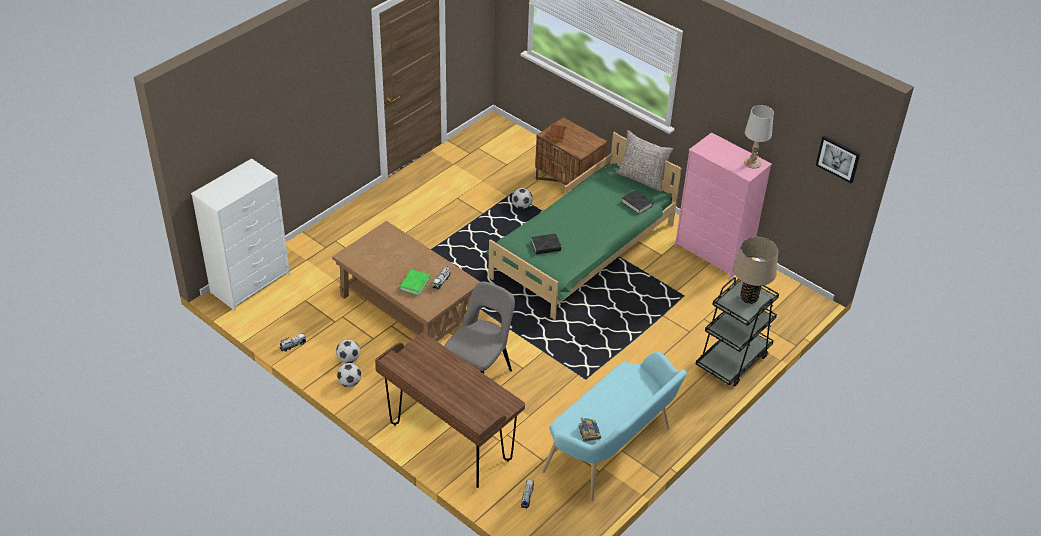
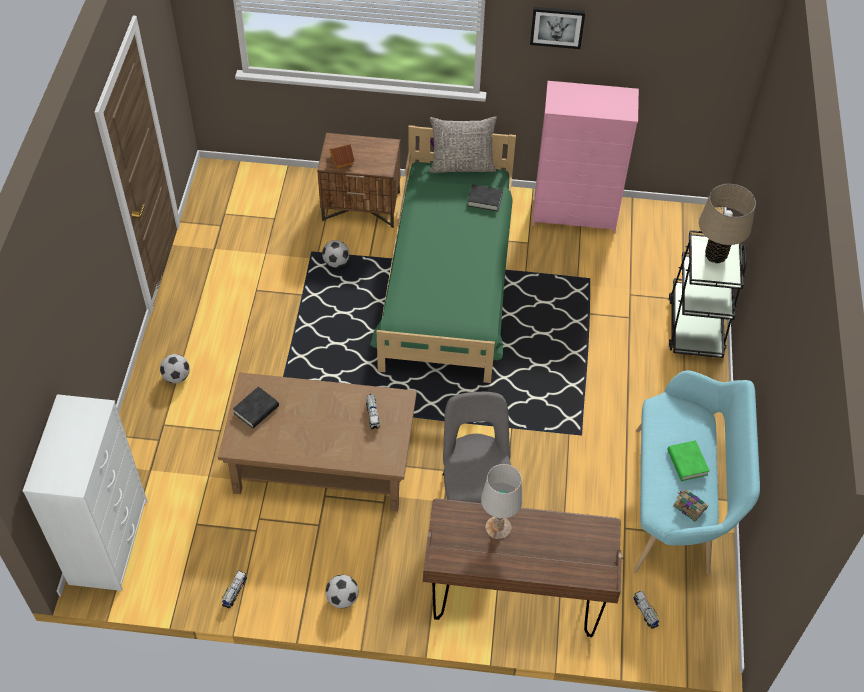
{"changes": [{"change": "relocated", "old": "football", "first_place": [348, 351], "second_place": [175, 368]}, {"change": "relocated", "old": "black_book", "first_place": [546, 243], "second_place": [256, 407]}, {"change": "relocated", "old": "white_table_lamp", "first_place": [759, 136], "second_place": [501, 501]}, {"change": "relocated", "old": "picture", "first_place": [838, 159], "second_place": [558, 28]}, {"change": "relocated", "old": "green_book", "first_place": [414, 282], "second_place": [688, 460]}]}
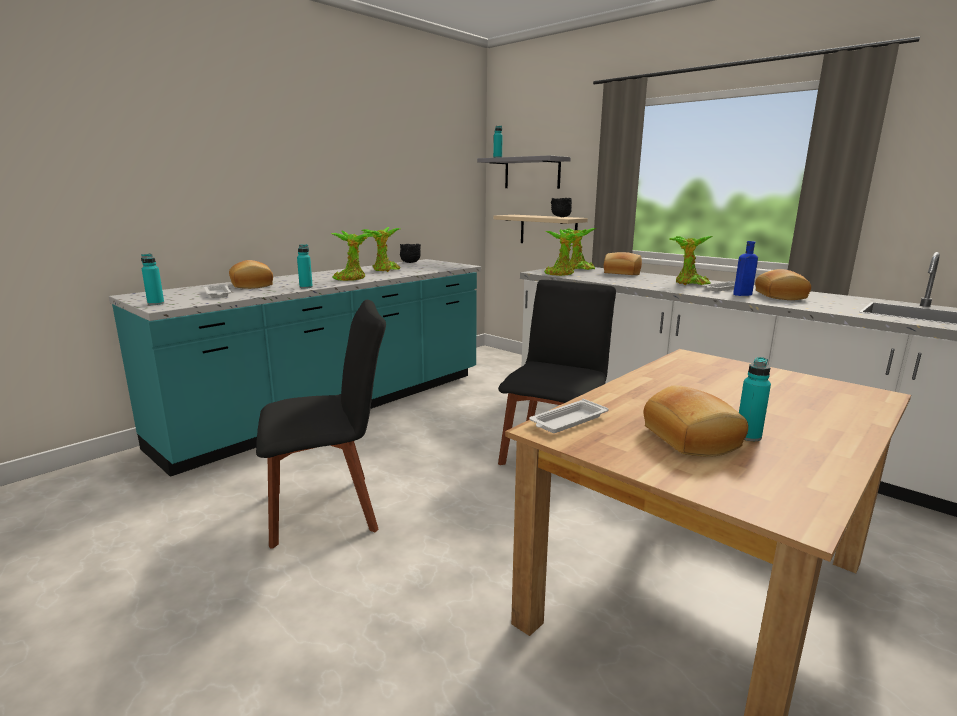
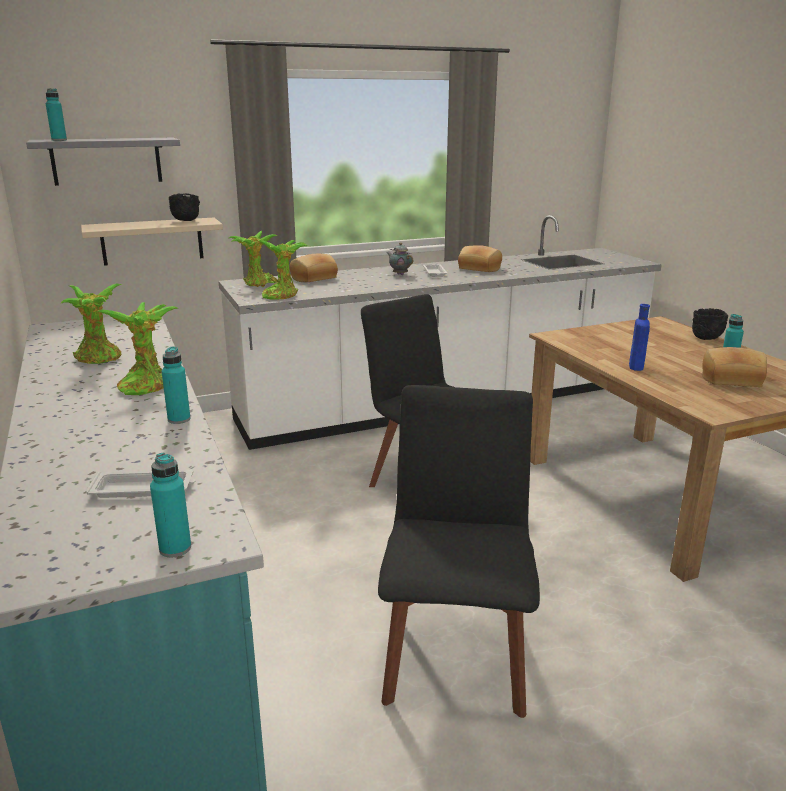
{"changes": [{"change": "exchanged", "old": "potted_plant", "new": "teapot", "first_place": [691, 260], "second_place": [400, 259]}, {"change": "relocated", "old": "blue_bottle", "first_place": [745, 268], "second_place": [639, 337]}, {"change": "relocated", "old": "black_bowl", "first_place": [410, 253], "second_place": [710, 324]}, {"change": "missing", "old": "bread", "first_place": [251, 274]}, {"change": "missing", "old": "white_tray", "first_place": [569, 416]}]}
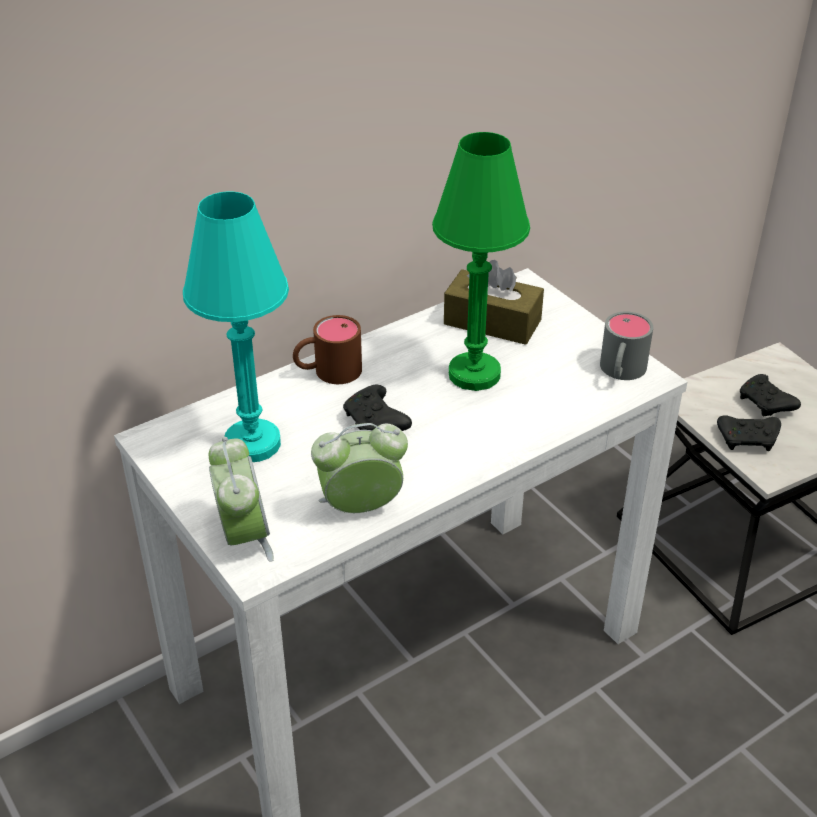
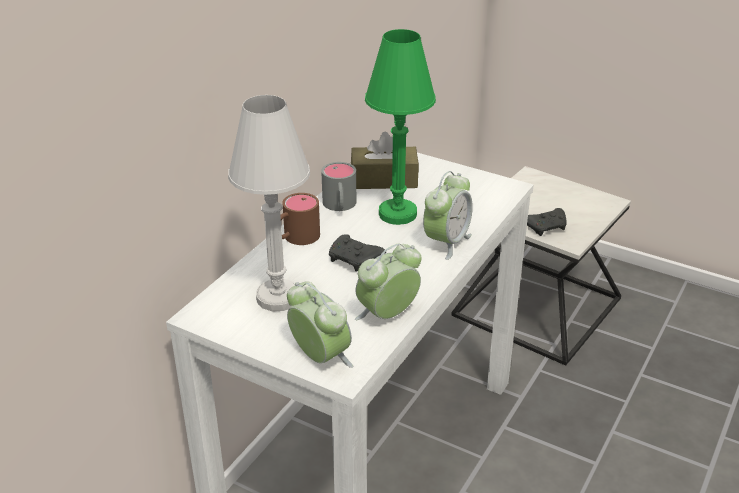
{"changes": [{"change": "colour", "old": "turquoise_table_lamp", "new": "white_table_lamp", "first_place": [236, 326], "second_place": [269, 203]}, {"change": "relocated", "old": "grey_mug", "first_place": [626, 345], "second_place": [338, 186]}, {"change": "appeared", "new": "alarm_clock", "second_place": [448, 215]}, {"change": "missing", "old": "black_game_controller", "first_place": [770, 395]}]}
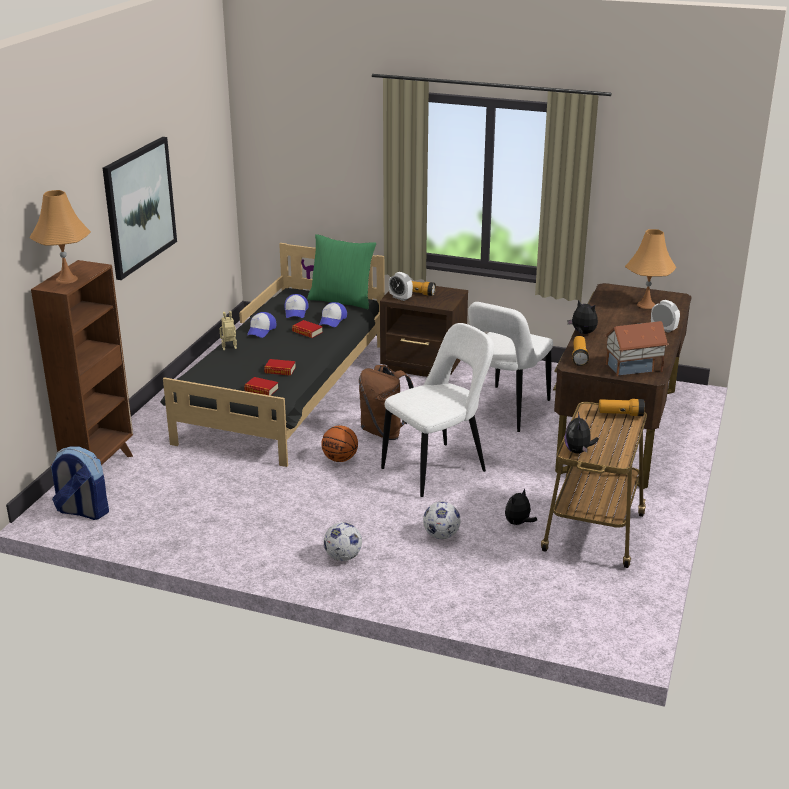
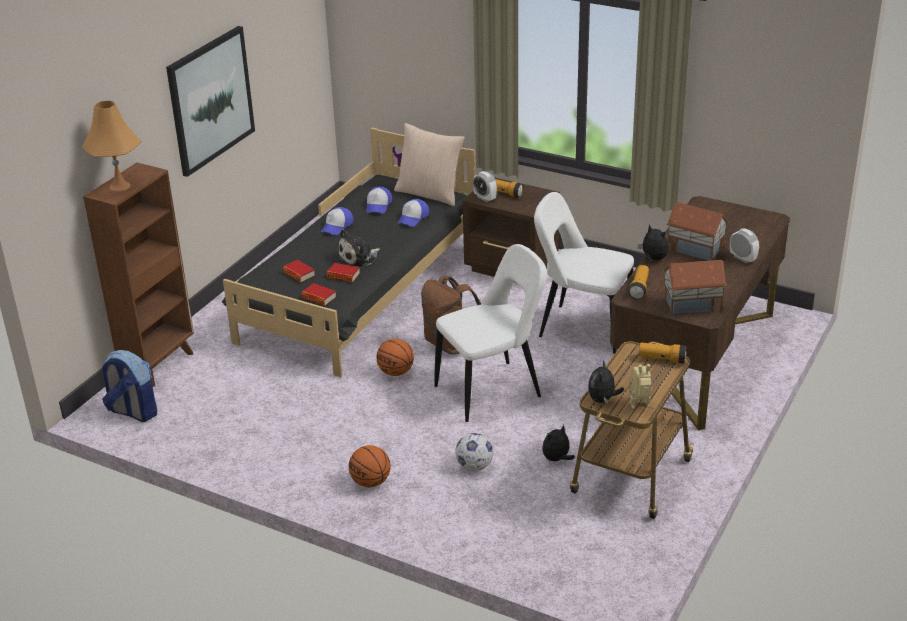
{"changes": [{"change": "relocated", "old": "book", "first_place": [307, 329], "second_place": [298, 271]}, {"change": "appeared", "new": "plush_toy", "second_place": [358, 248]}, {"change": "exchanged", "old": "football", "new": "basketball", "first_place": [343, 541], "second_place": [369, 466]}, {"change": "colour", "old": "green_pillow", "new": "beige_pillow", "first_place": [341, 271], "second_place": [429, 164]}, {"change": "spun", "old": "white_chair", "first_place": [510, 367], "second_place": [584, 273], "degrees": 75}, {"change": "relocated", "old": "toy_robot", "first_place": [228, 330], "second_place": [640, 386]}, {"change": "appeared", "new": "toy_house", "second_place": [697, 231]}, {"change": "missing", "old": "orange_table_lamp", "first_place": [650, 269]}]}
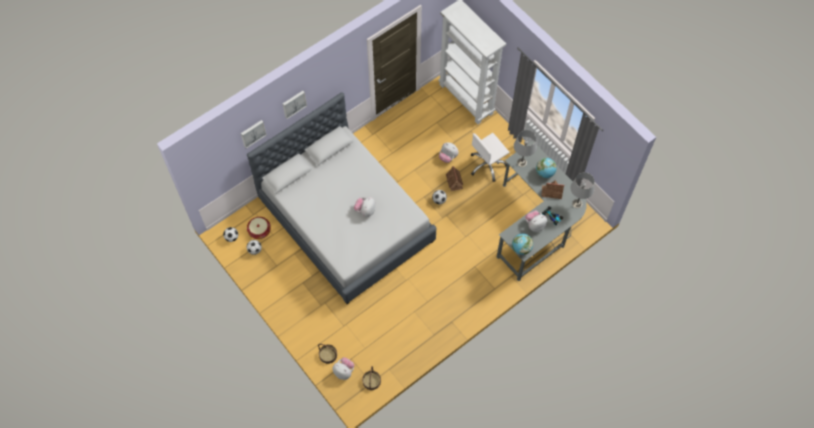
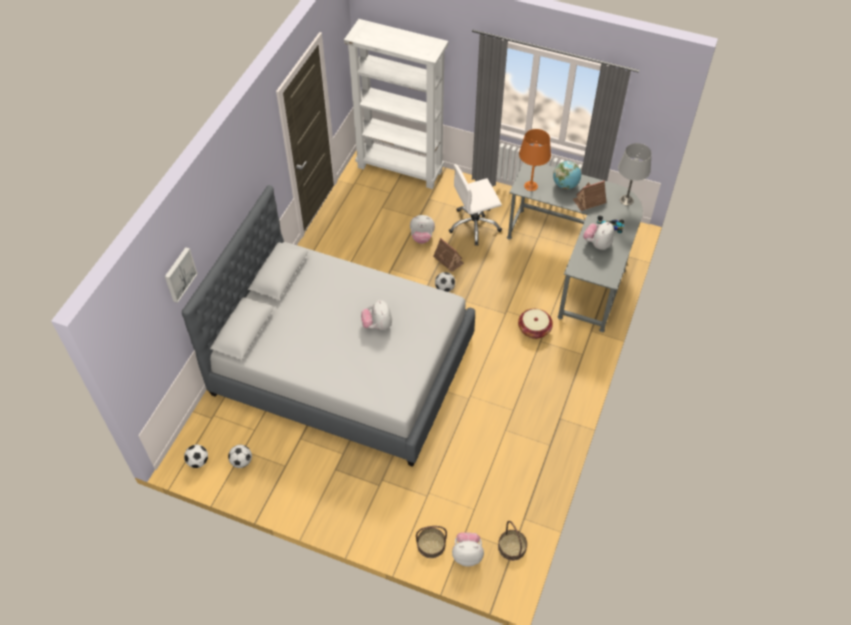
{"changes": [{"change": "spun", "old": "white_office_chair", "first_place": [490, 157], "second_place": [475, 205], "degrees": 45}, {"change": "relocated", "old": "basket", "first_place": [259, 228], "second_place": [535, 324]}, {"change": "colour", "old": "grey_table_lamp", "new": "orange_table_lamp", "first_place": [525, 148], "second_place": [535, 160]}, {"change": "missing", "old": "picture", "first_place": [295, 105]}, {"change": "missing", "old": "globe", "first_place": [522, 244]}]}
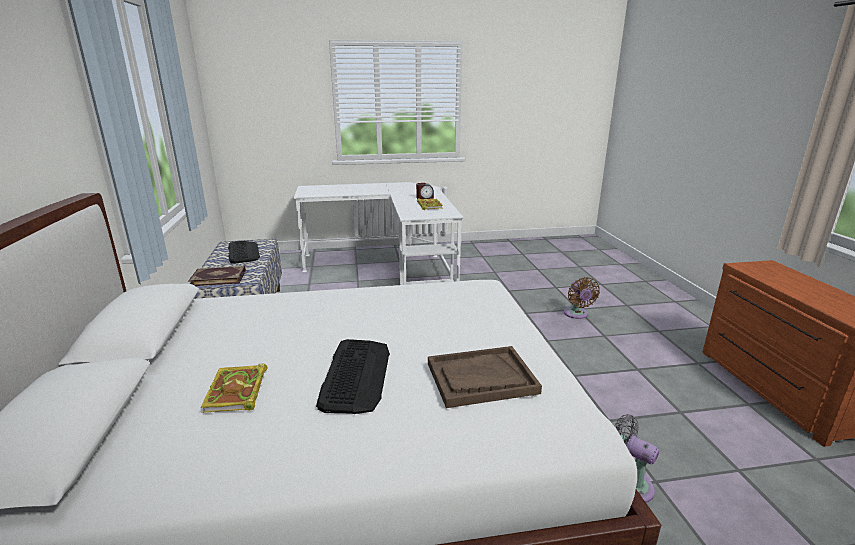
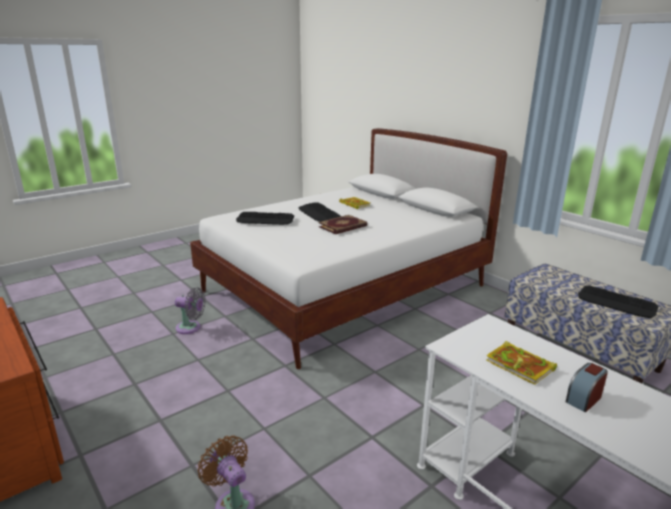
{"changes": [{"change": "exchanged", "old": "brown_tray", "new": "keyboard", "first_place": [485, 377], "second_place": [265, 218]}, {"change": "relocated", "old": "book", "first_place": [217, 276], "second_place": [342, 224]}]}
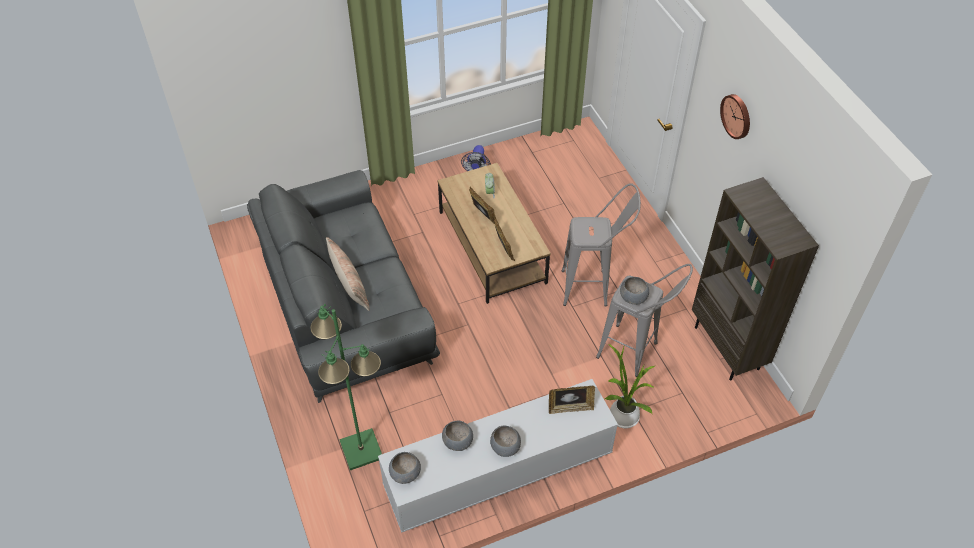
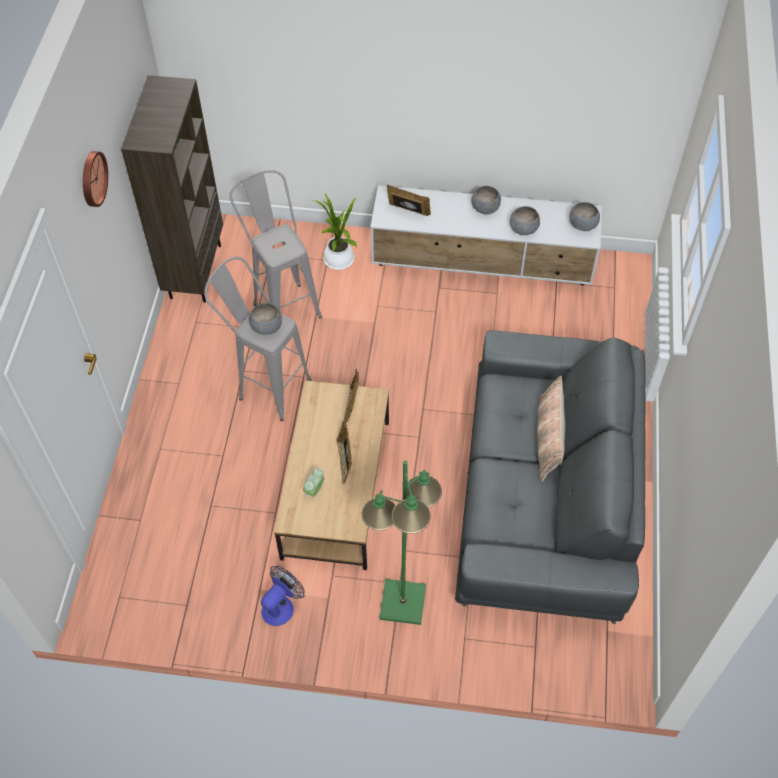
{"changes": [{"change": "relocated", "old": "grey_bowl", "first_place": [634, 291], "second_place": [265, 318]}, {"change": "relocated", "old": "green_floor_lamp", "first_place": [346, 387], "second_place": [401, 542]}]}
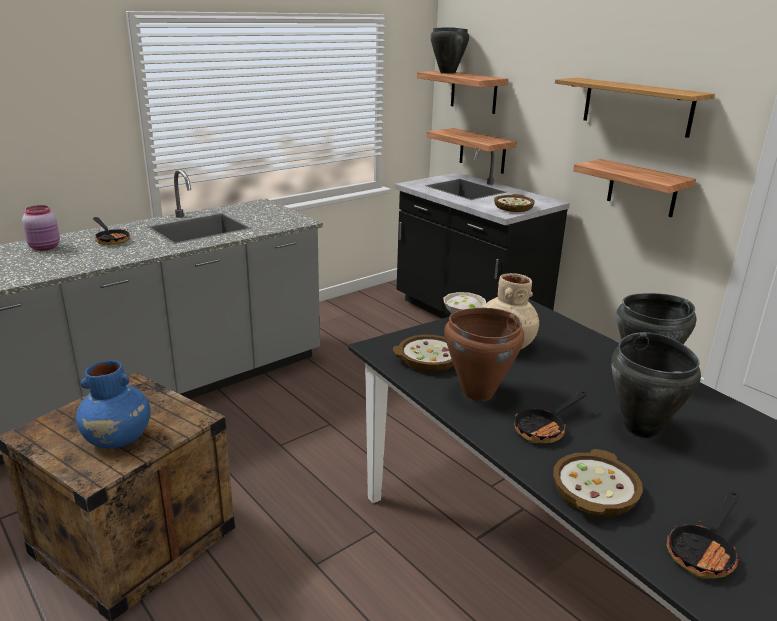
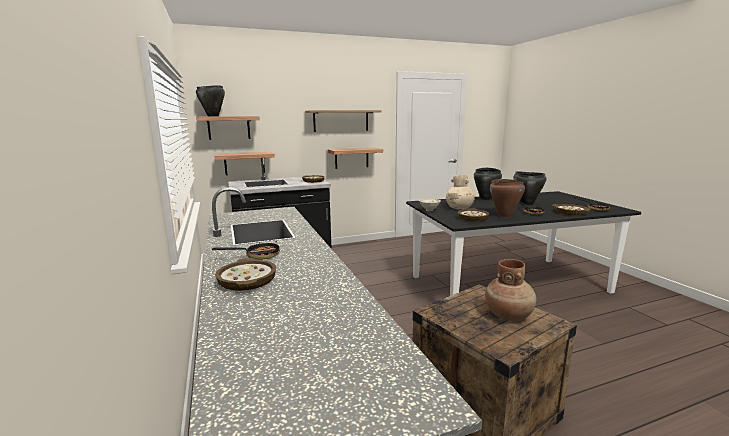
{"changes": [{"change": "exchanged", "old": "pink_jar", "new": "bowl", "first_place": [41, 228], "second_place": [245, 274]}, {"change": "colour", "old": "blue_vase", "new": "brown_vase", "first_place": [113, 404], "second_place": [510, 290]}]}
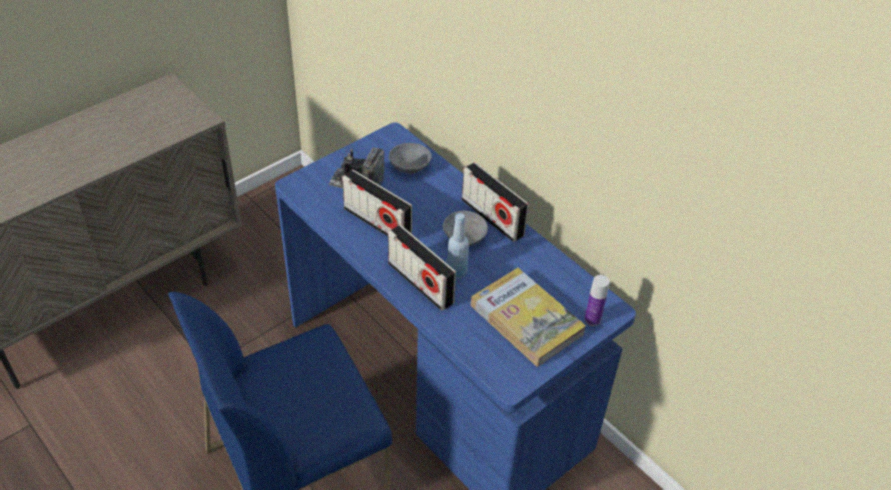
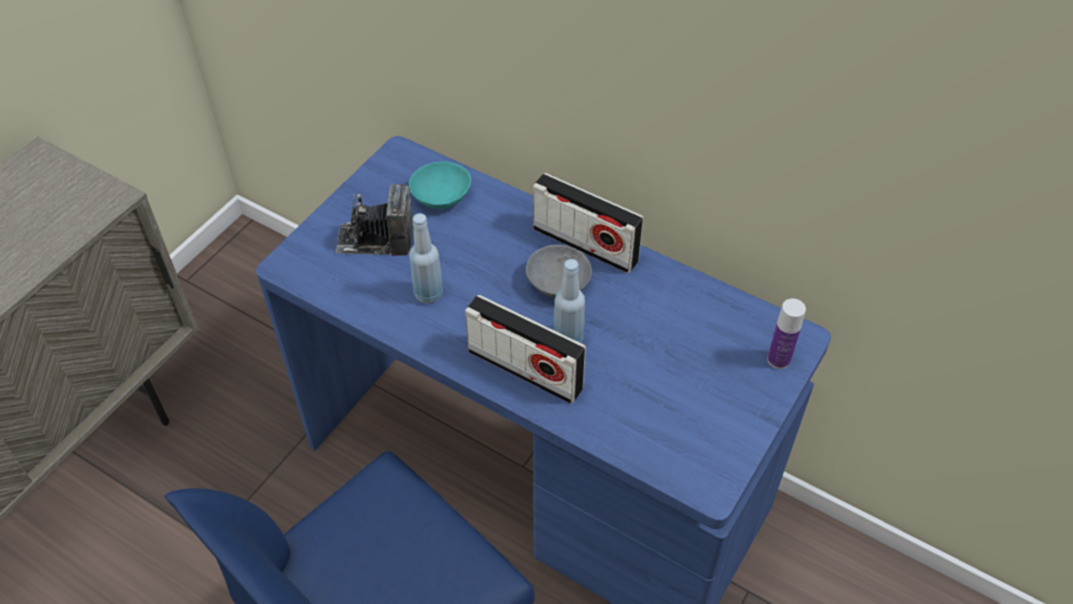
{"changes": [{"change": "colour", "old": "grey_bowl", "new": "turquoise_bowl", "first_place": [410, 158], "second_place": [440, 185]}, {"change": "exchanged", "old": "radio", "new": "blue_bottle", "first_place": [377, 203], "second_place": [426, 258]}, {"change": "missing", "old": "book", "first_place": [528, 317]}]}
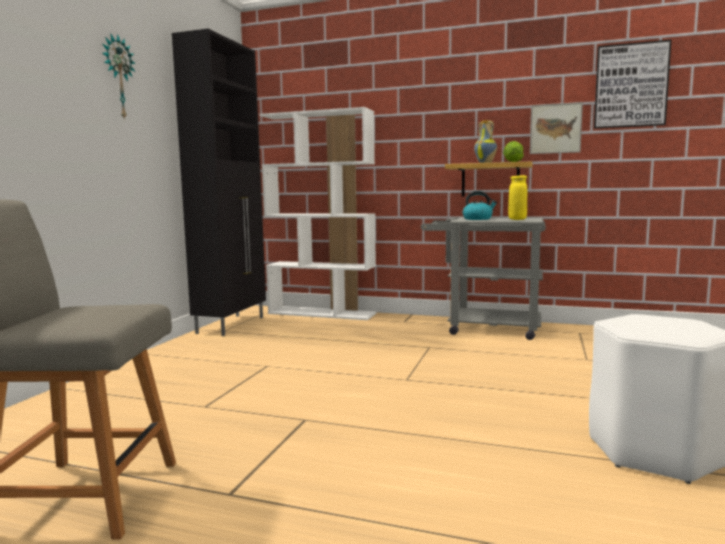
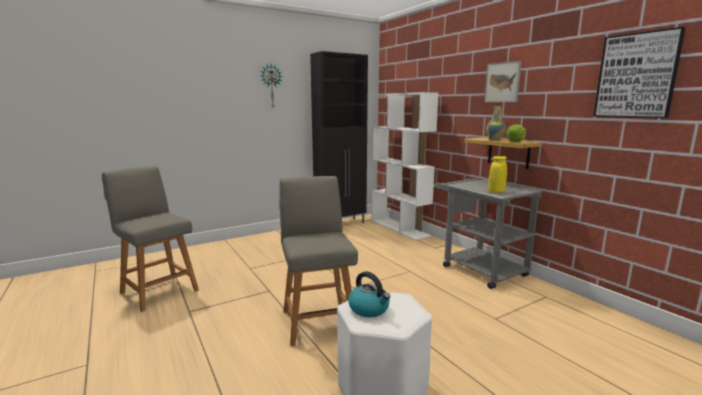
{"changes": [{"change": "appeared", "new": "grey_chair", "second_place": [318, 261]}, {"change": "relocated", "old": "kettle", "first_place": [480, 205], "second_place": [369, 294]}, {"change": "relocated", "old": "picture", "first_place": [556, 128], "second_place": [503, 81]}]}
